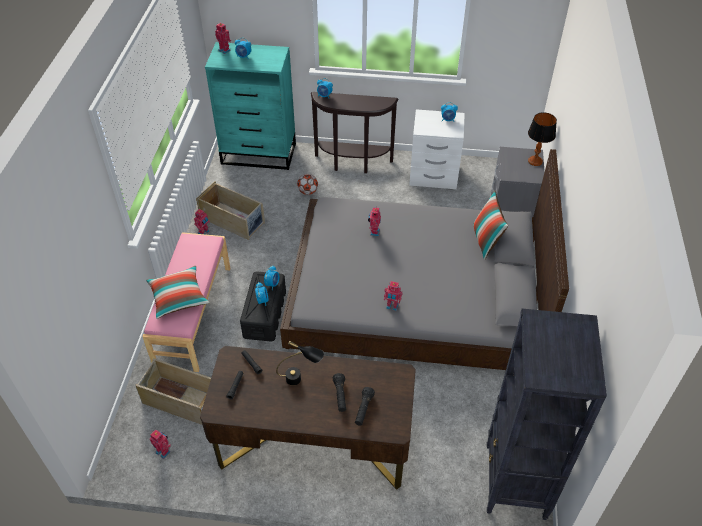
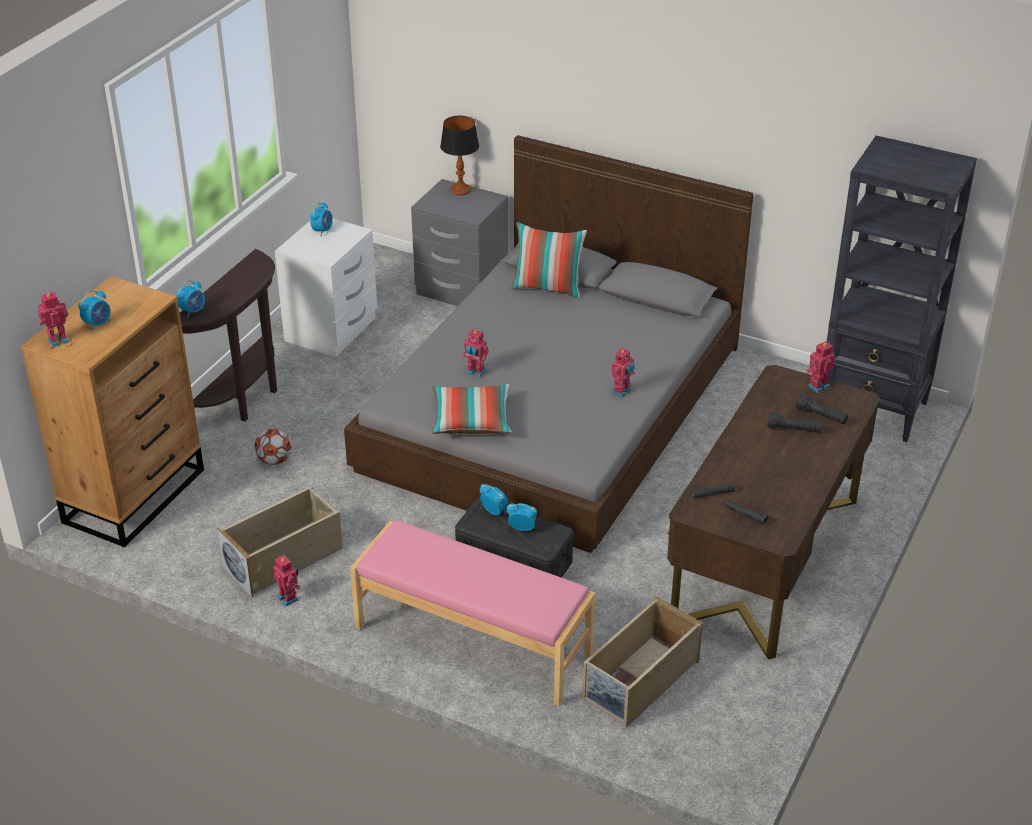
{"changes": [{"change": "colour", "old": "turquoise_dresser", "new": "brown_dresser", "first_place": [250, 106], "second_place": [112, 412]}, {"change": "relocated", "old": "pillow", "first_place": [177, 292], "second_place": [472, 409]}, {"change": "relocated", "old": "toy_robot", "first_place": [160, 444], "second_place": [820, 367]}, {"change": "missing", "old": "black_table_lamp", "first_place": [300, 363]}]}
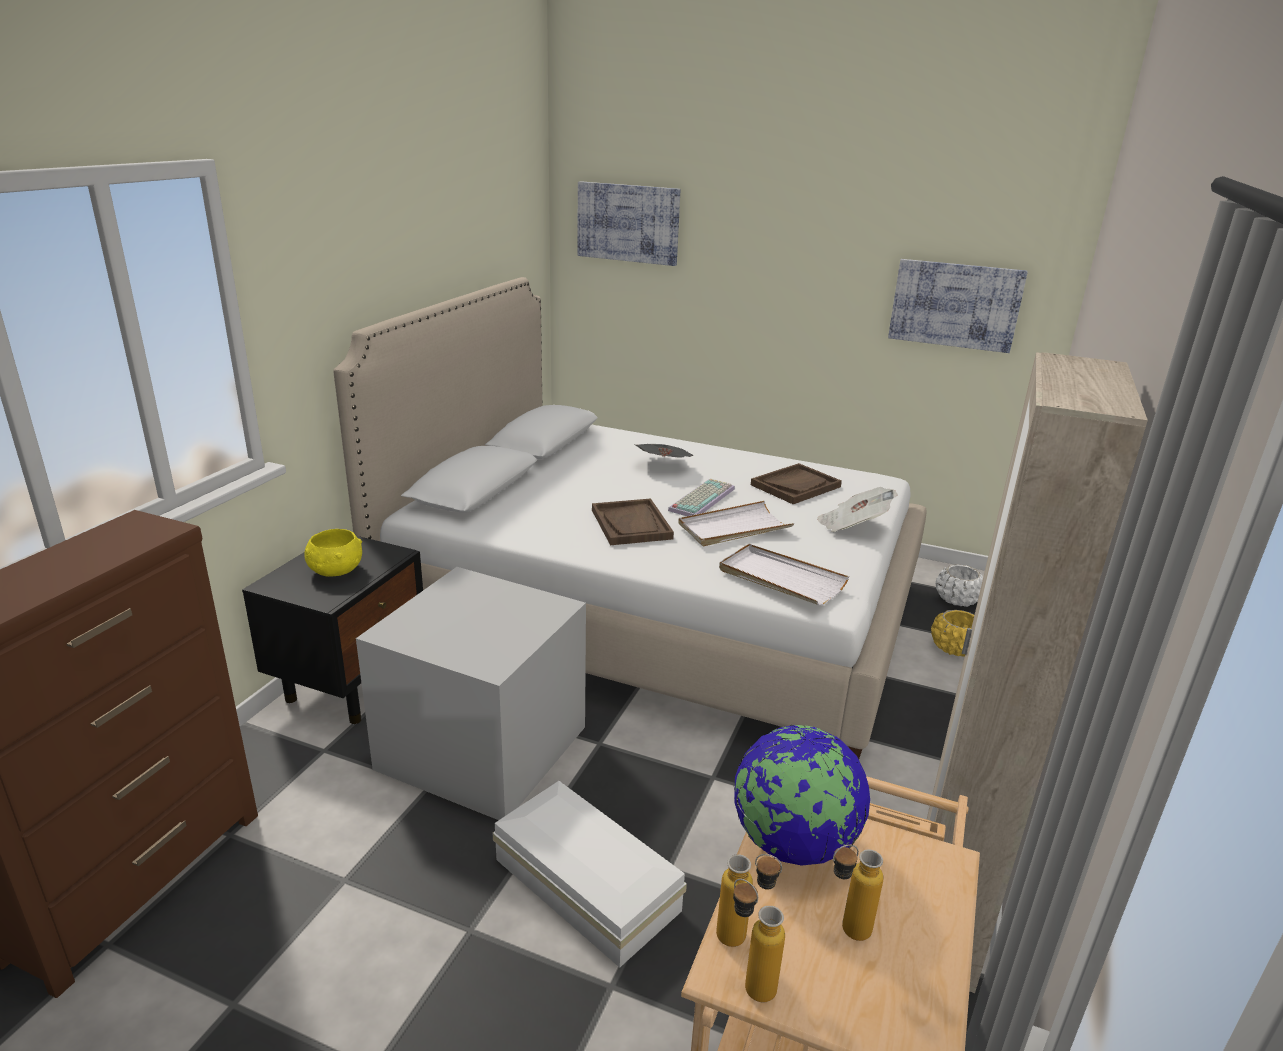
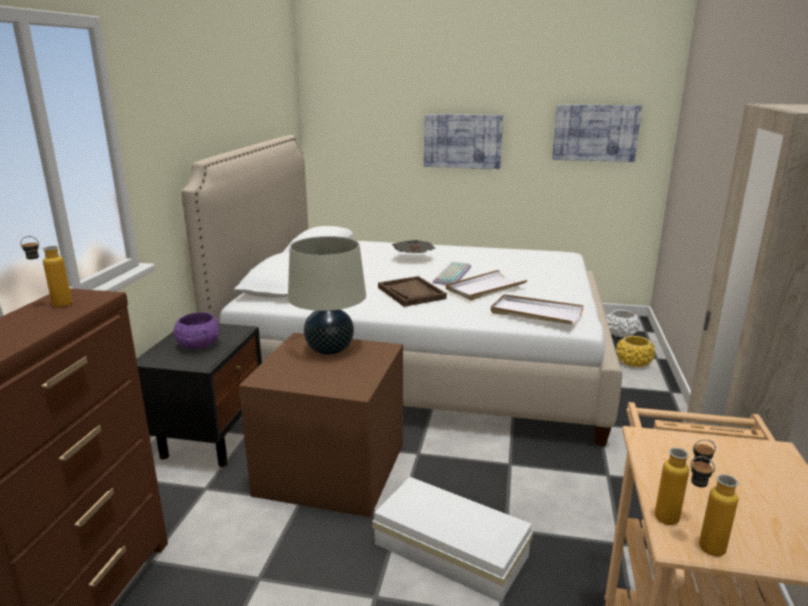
{"changes": [{"change": "relocated", "old": "bottle", "first_place": [858, 892], "second_place": [46, 271]}, {"change": "colour", "old": "yellow_bowl", "new": "purple_bowl", "first_place": [333, 553], "second_place": [196, 330]}, {"change": "colour", "old": "grey_storage_box", "new": "brown_storage_box", "first_place": [471, 693], "second_place": [321, 425]}, {"change": "appeared", "new": "beige_table_lamp", "second_place": [327, 295]}, {"change": "relocated", "old": "picture", "first_place": [629, 223], "second_place": [463, 141]}, {"change": "missing", "old": "globe", "first_place": [801, 795]}, {"change": "missing", "old": "brown_tray", "first_place": [796, 483]}, {"change": "missing", "old": "newspaper", "first_place": [857, 509]}]}
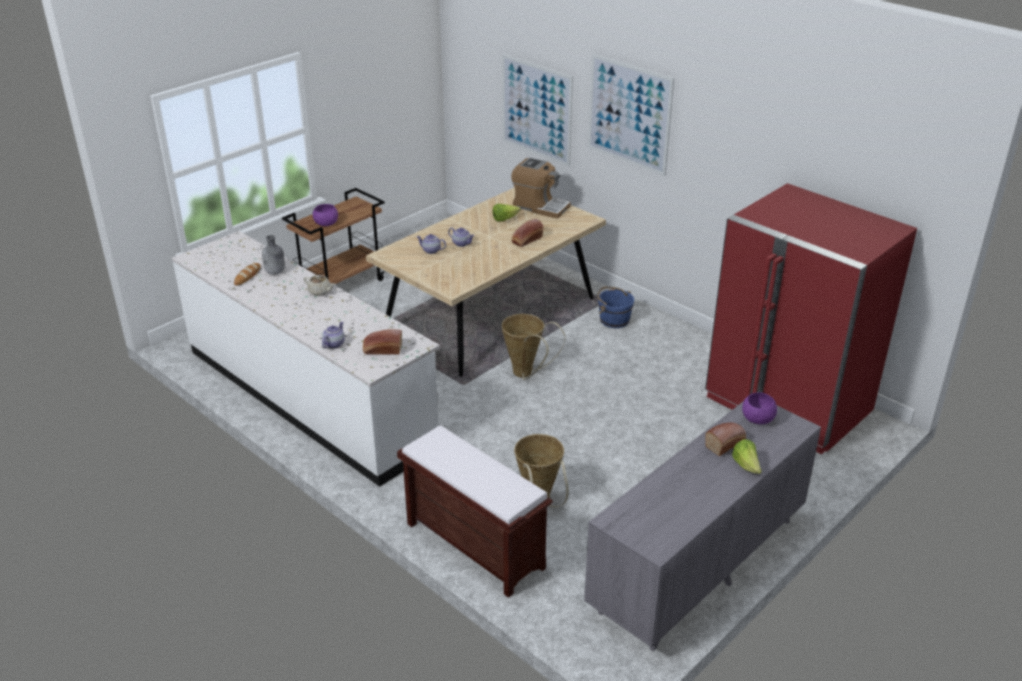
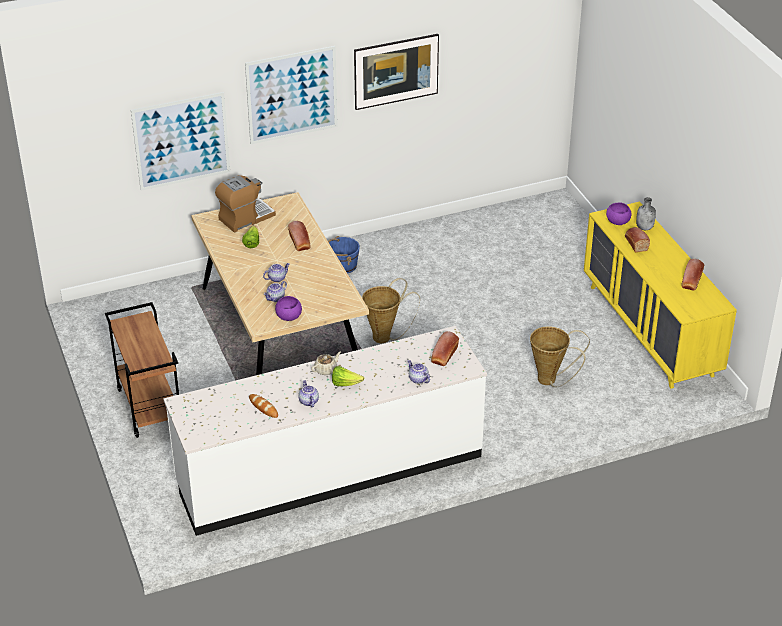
{"changes": [{"change": "relocated", "old": "purple_bowl", "first_place": [325, 215], "second_place": [288, 308]}, {"change": "appeared", "new": "teapot", "second_place": [308, 393]}, {"change": "relocated", "old": "lettuce", "first_place": [747, 456], "second_place": [348, 376]}, {"change": "appeared", "new": "picture", "second_place": [396, 72]}, {"change": "colour", "old": "grey_dresser", "new": "yellow_dresser", "first_place": [702, 526], "second_place": [660, 295]}, {"change": "relocated", "old": "grey_bottle", "first_place": [273, 255], "second_place": [646, 213]}, {"change": "appeared", "new": "bread", "second_place": [693, 275]}, {"change": "missing", "old": "brown_bench", "first_place": [475, 511]}, {"change": "missing", "old": "red_fridge", "first_place": [811, 319]}]}
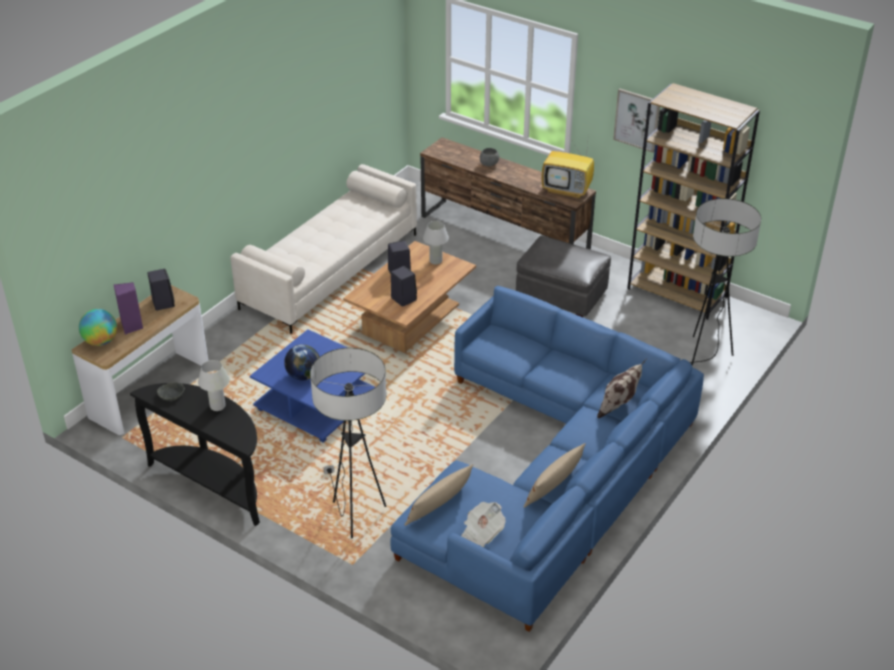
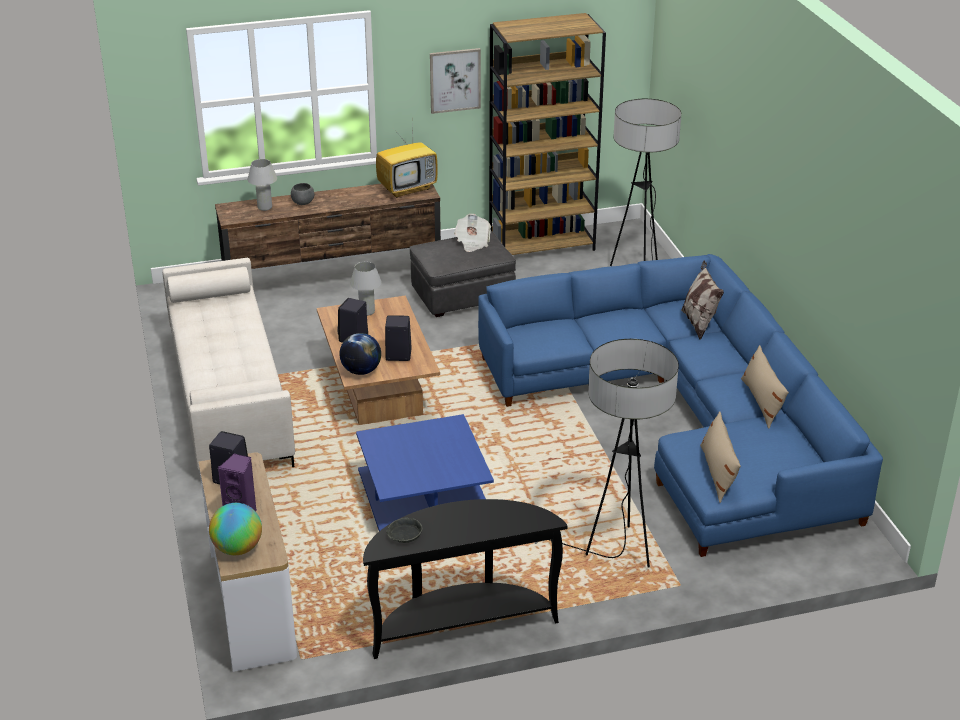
{"changes": [{"change": "relocated", "old": "white_table_lamp", "first_place": [214, 385], "second_place": [262, 185]}, {"change": "relocated", "old": "globe", "first_place": [302, 362], "second_place": [360, 354]}, {"change": "relocated", "old": "newspaper", "first_place": [483, 524], "second_place": [472, 233]}]}
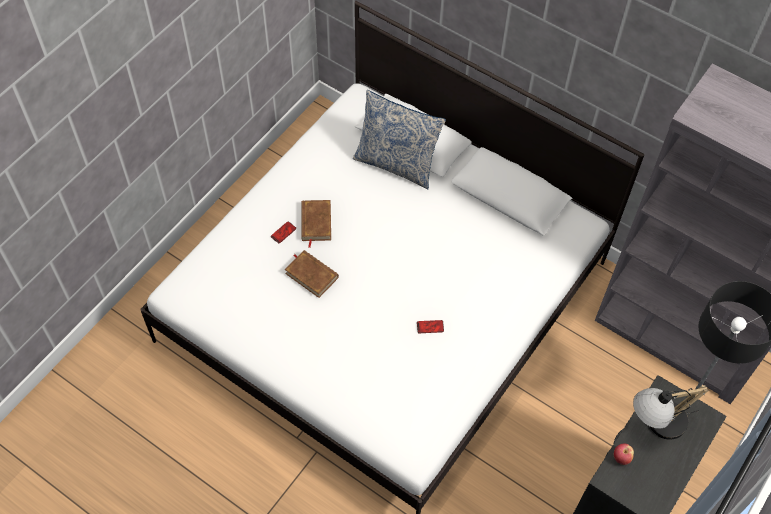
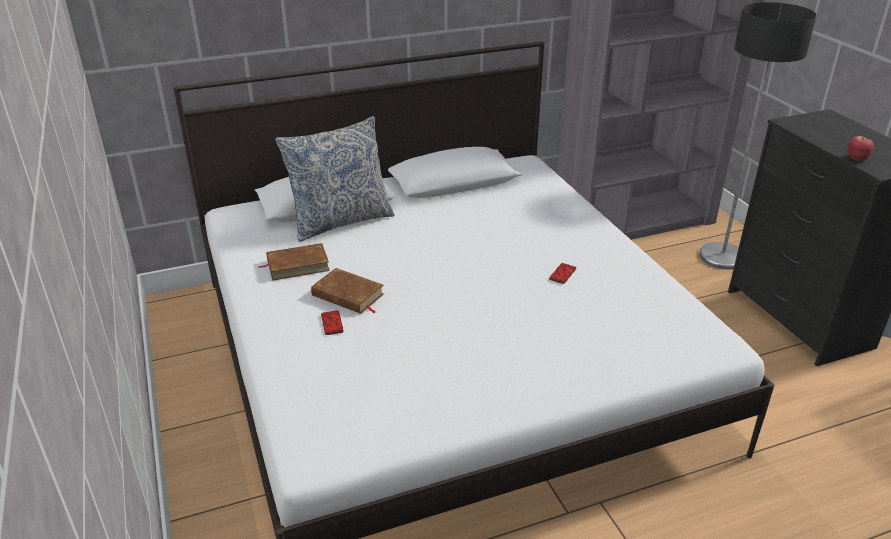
{"changes": [{"change": "relocated", "old": "brown_book", "first_place": [312, 274], "second_place": [294, 262]}, {"change": "missing", "old": "table_lamp", "first_place": [671, 412]}]}
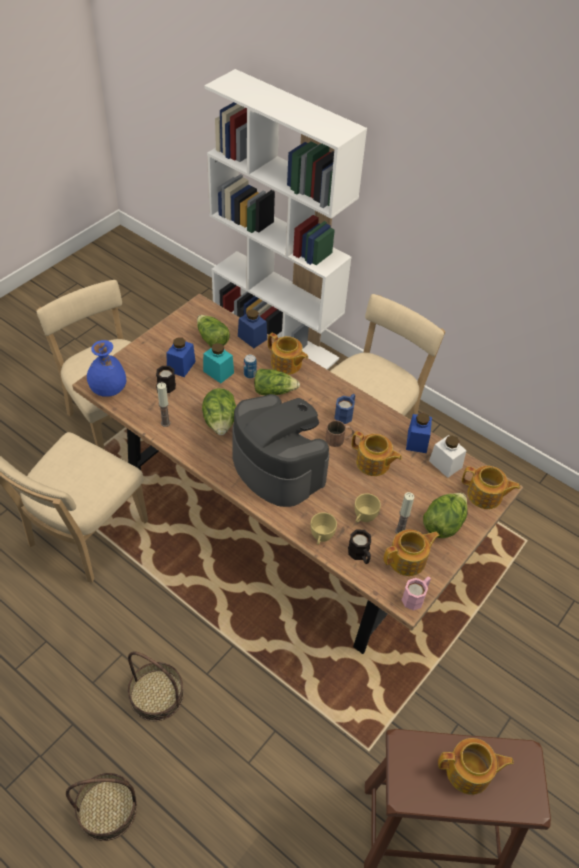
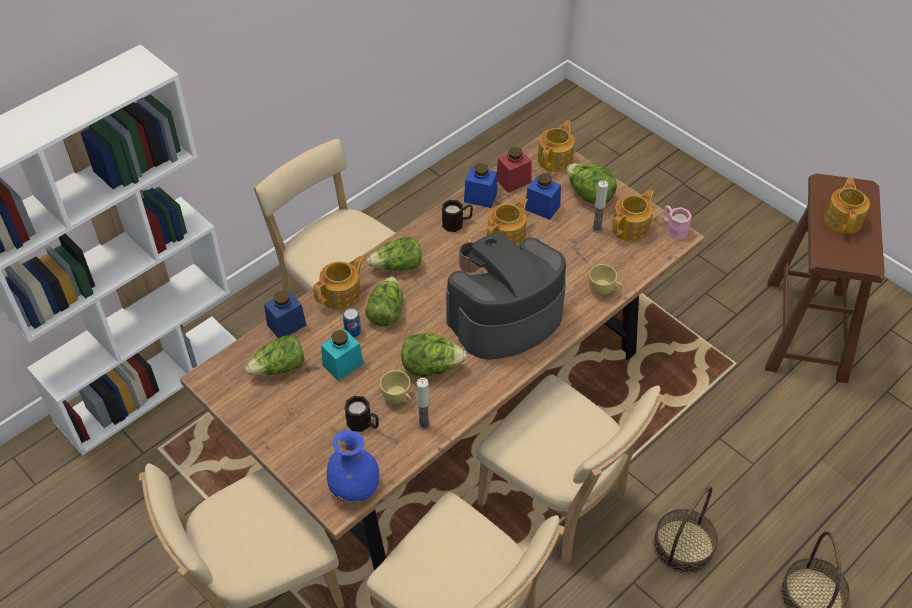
{"changes": [{"change": "appeared", "new": "lettuce", "second_place": [394, 254]}, {"change": "relocated", "old": "yellow_cup", "first_place": [368, 508], "second_place": [396, 387]}, {"change": "relocated", "old": "black_mug", "first_place": [359, 547], "second_place": [457, 216]}, {"change": "appeared", "new": "beige_chair", "second_place": [570, 470]}, {"change": "colour", "old": "white_jar", "new": "red_jar", "first_place": [448, 456], "second_place": [514, 170]}, {"change": "relocated", "old": "blue_jar", "first_place": [181, 357], "second_place": [543, 196]}, {"change": "spun", "old": "teapot", "first_place": [411, 553], "second_place": [633, 215], "degrees": 60}, {"change": "missing", "old": "blue_mug", "first_place": [344, 409]}]}
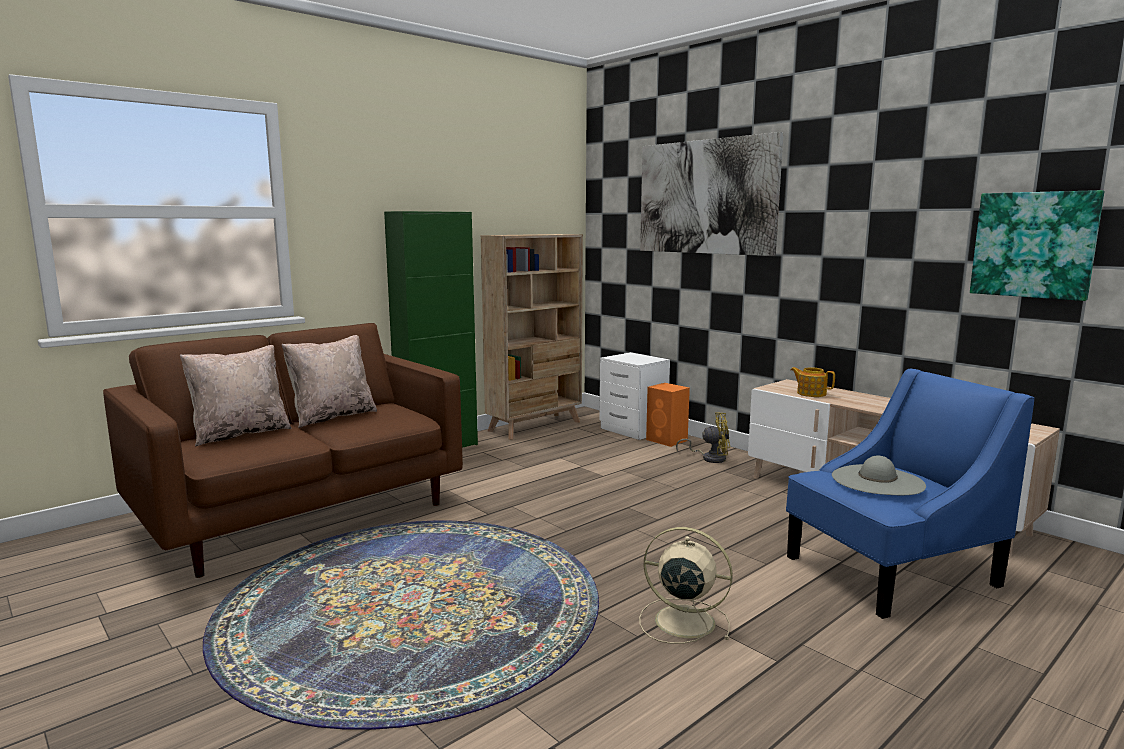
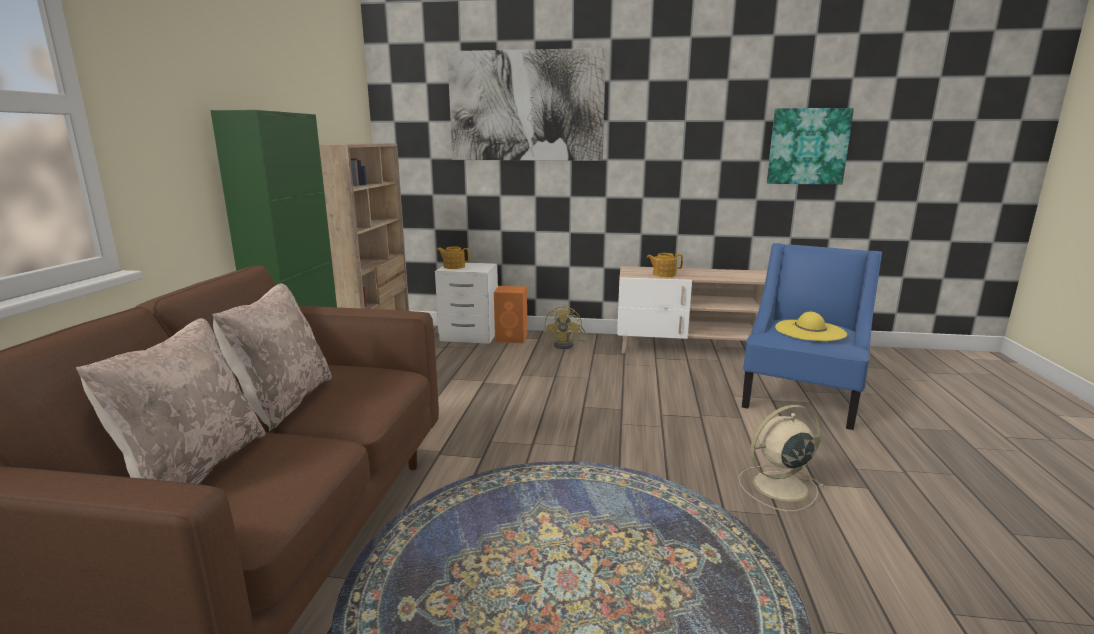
{"changes": [{"change": "appeared", "new": "teapot", "second_place": [453, 258]}, {"change": "spun", "old": "yellow_fan", "first_place": [703, 437], "second_place": [566, 327], "degrees": 135}, {"change": "colour", "old": "grey_hat", "new": "yellow_hat", "first_place": [879, 475], "second_place": [811, 326]}]}
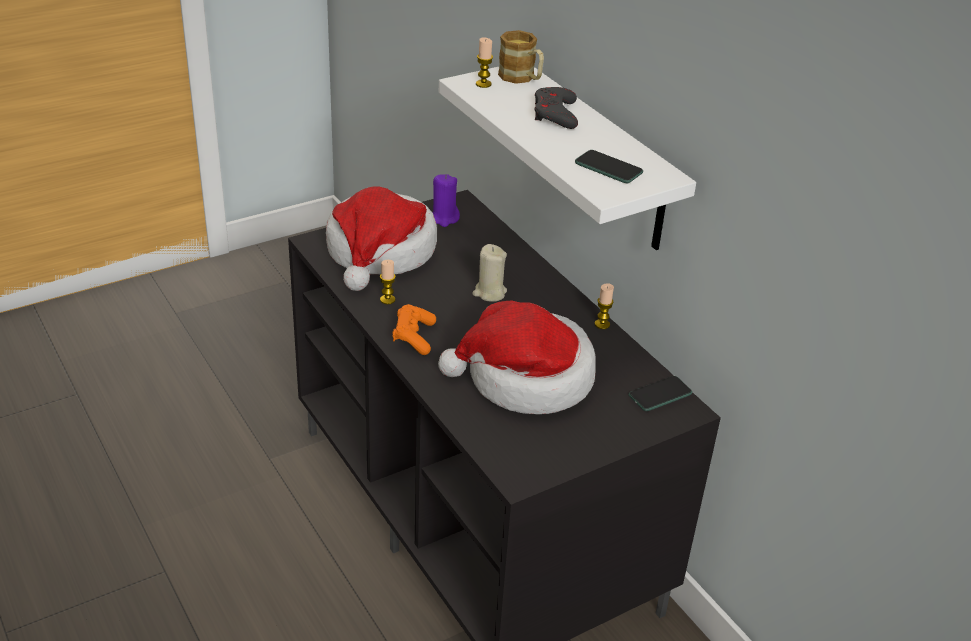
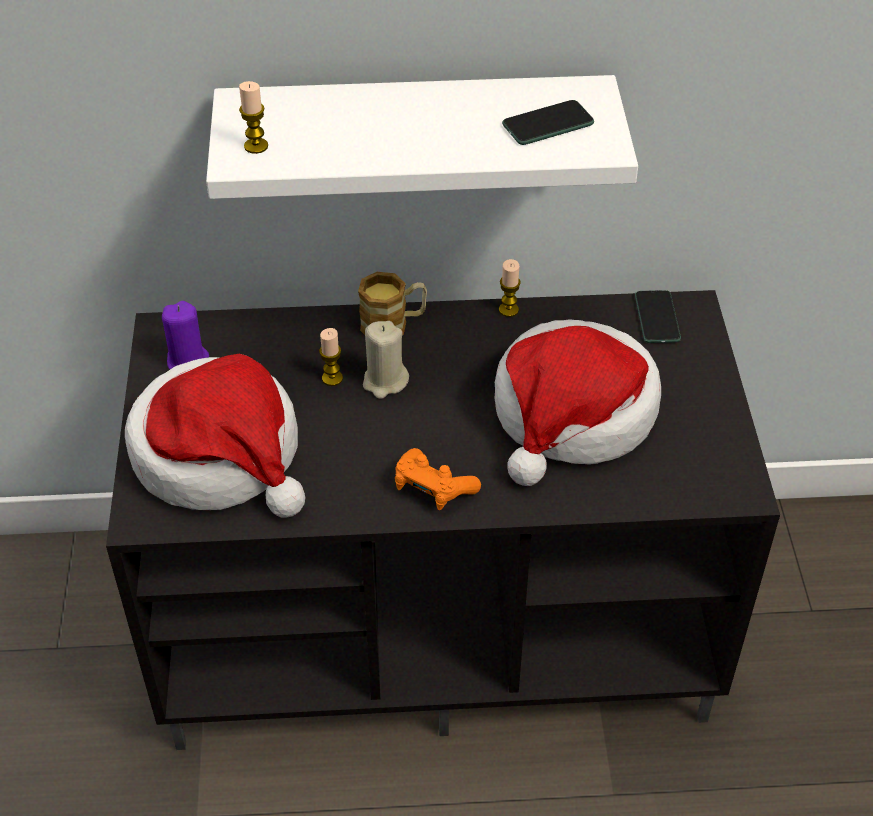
{"changes": [{"change": "relocated", "old": "candle", "first_place": [388, 282], "second_place": [331, 357]}, {"change": "relocated", "old": "mug", "first_place": [521, 57], "second_place": [392, 303]}, {"change": "missing", "old": "grey_game_controller", "first_place": [556, 108]}]}
